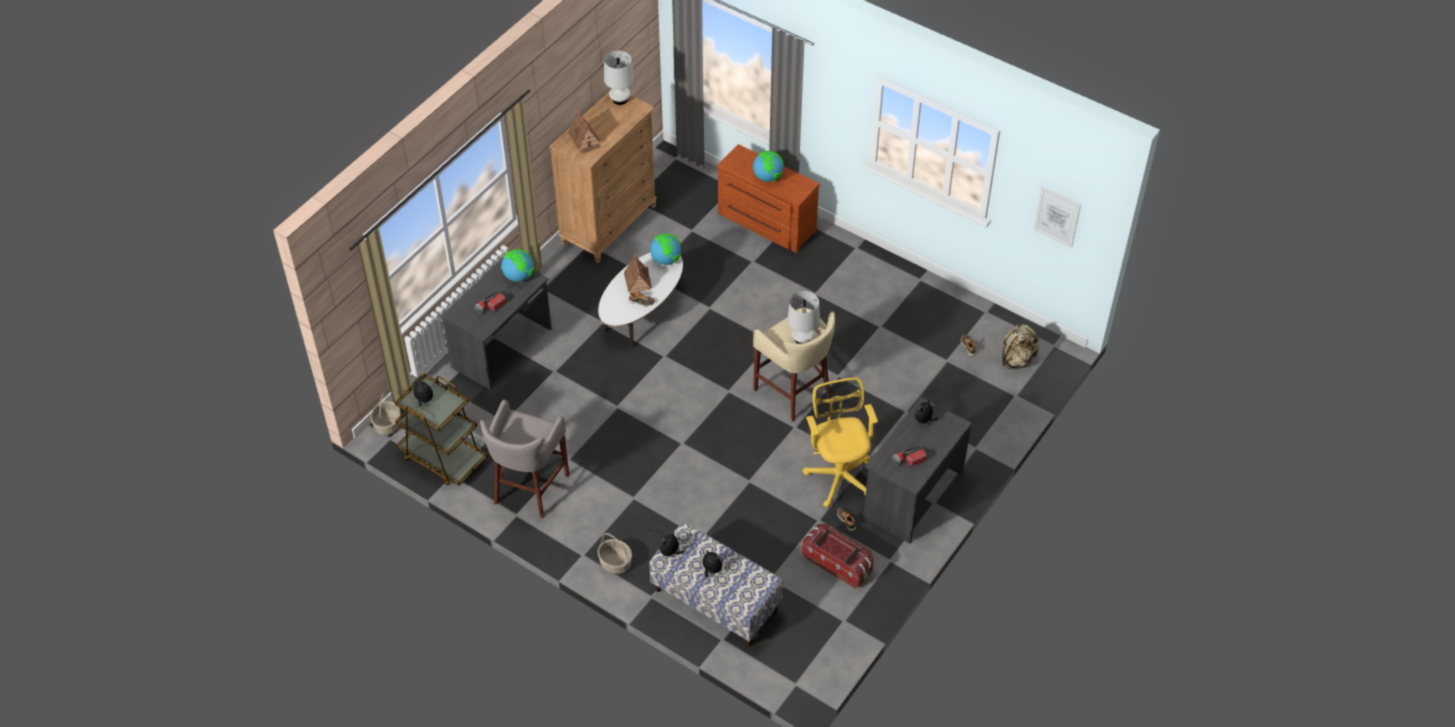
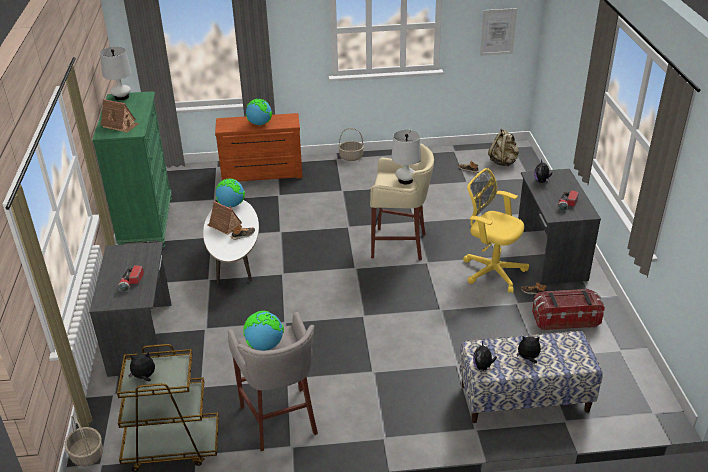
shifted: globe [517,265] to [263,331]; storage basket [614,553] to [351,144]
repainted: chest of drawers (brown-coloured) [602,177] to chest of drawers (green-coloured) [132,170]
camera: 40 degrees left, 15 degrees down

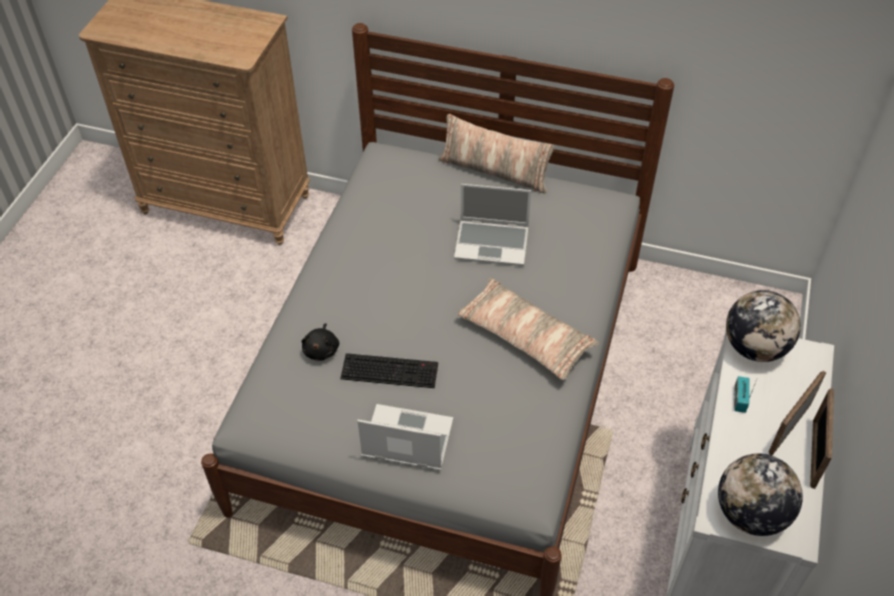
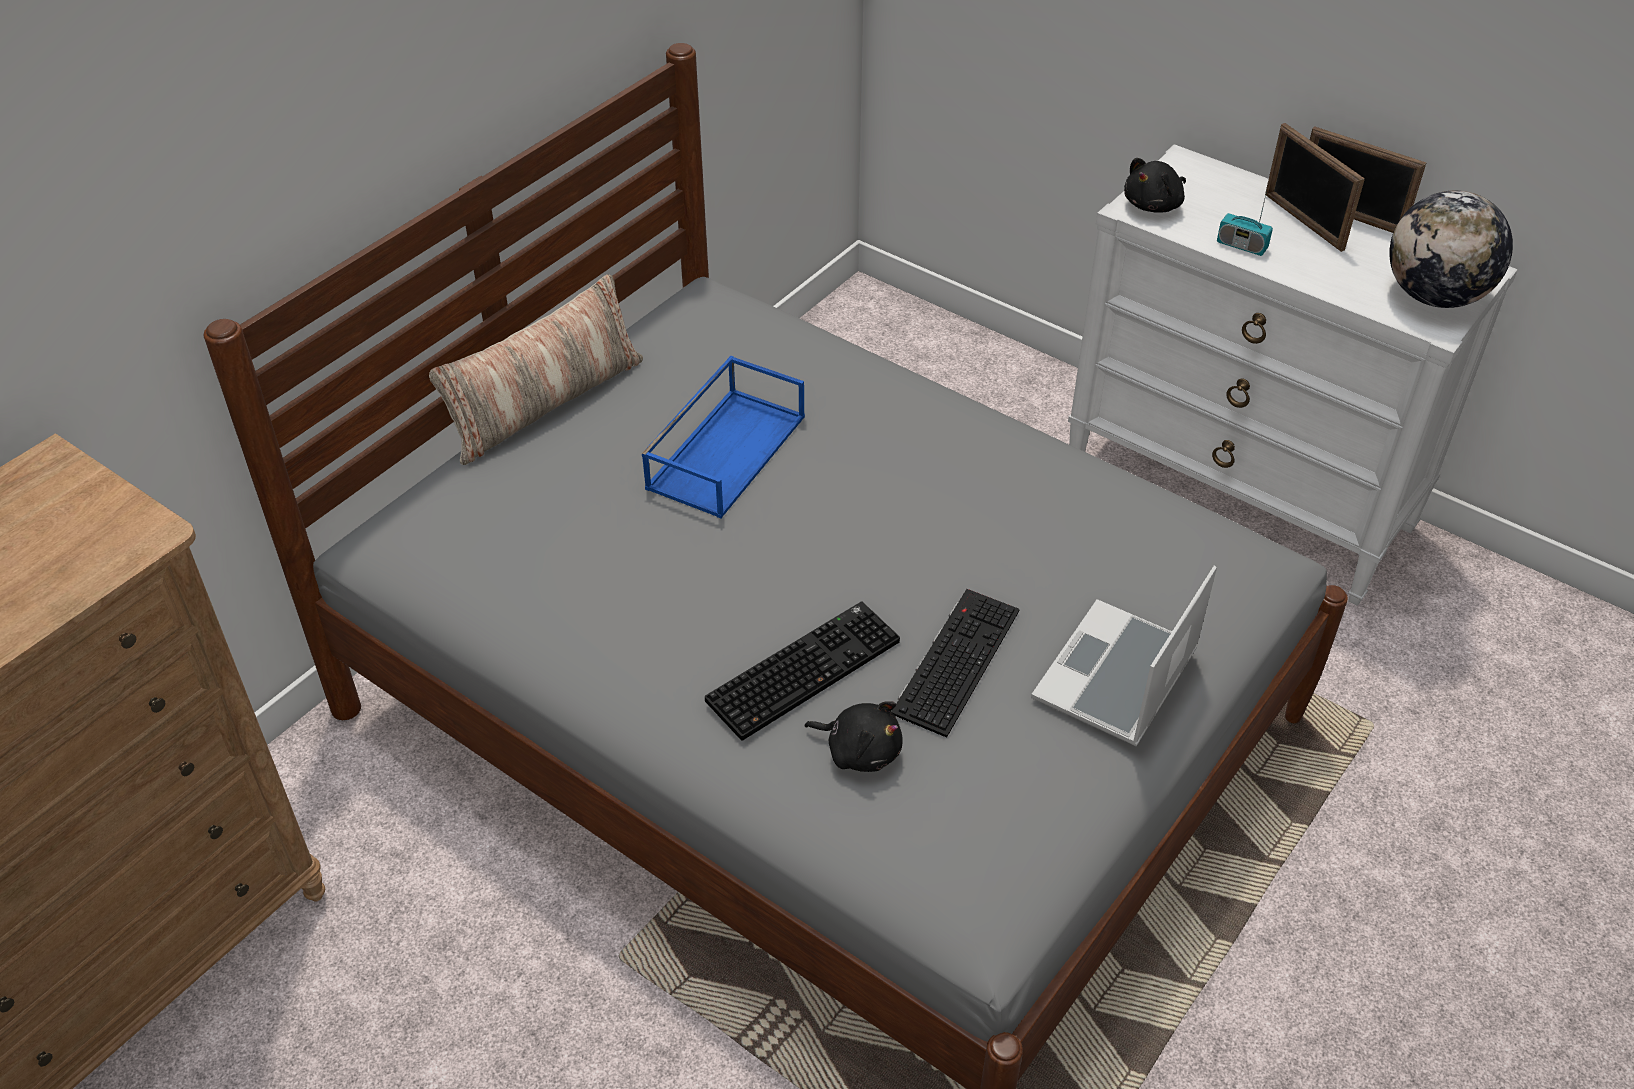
gone: throw pillow [528,329]
new: keyboard [802,671]
swapped: laptop [492,225] to tray (blue) [723,437]; globe [763,326] to plush toy (black-coloured) [1155,185]
camera: 70 degrees left, 5 degrees down

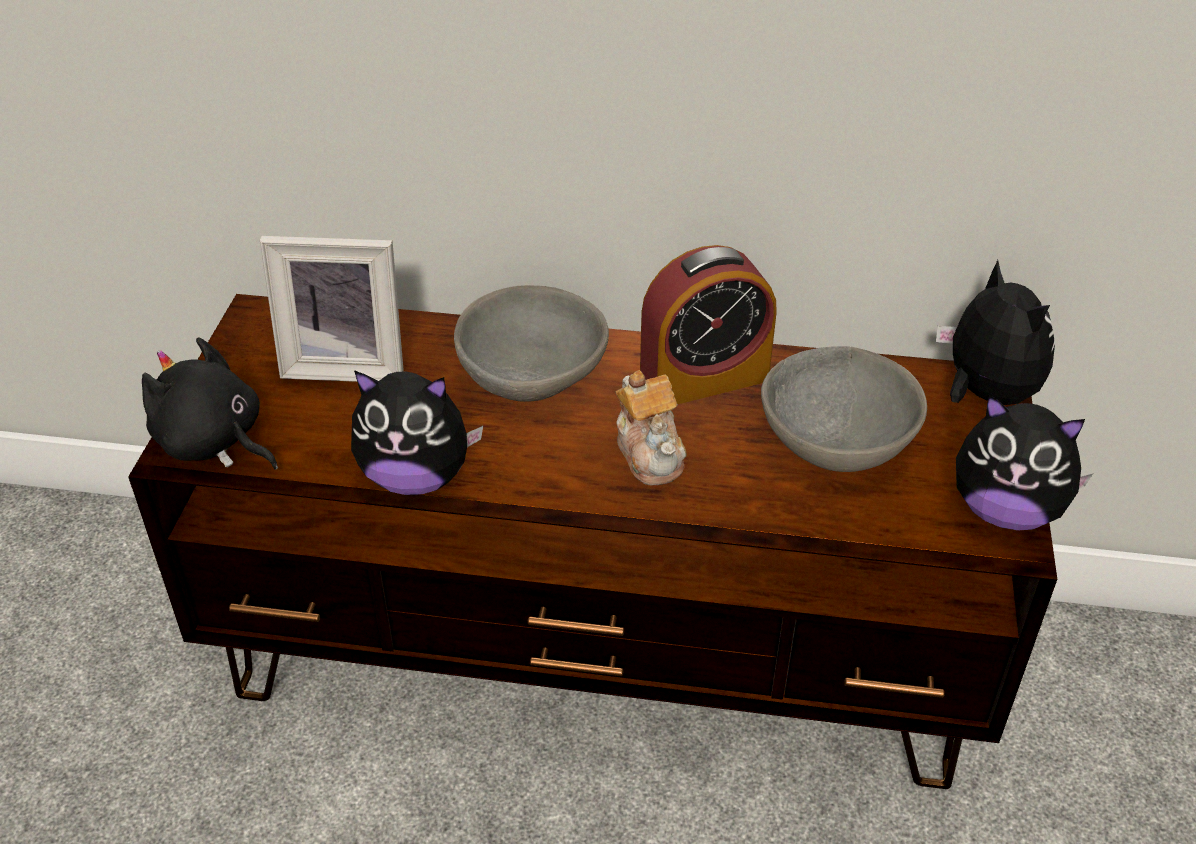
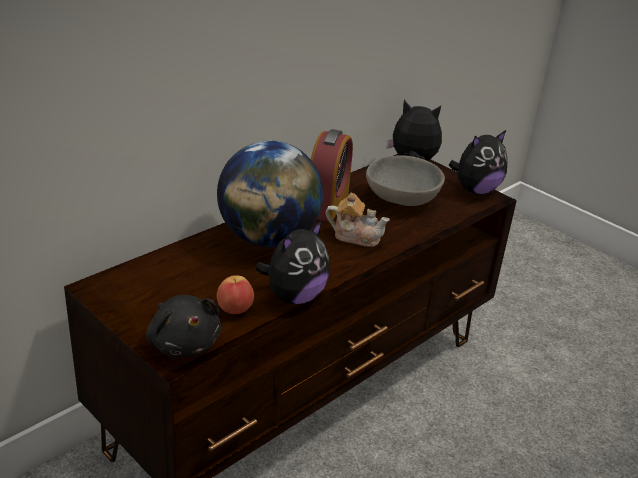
gone: picture frame [332,309]
new: apple fruit [235,294]
swapped: deep dish (gray) [531,343] to globe [270,193]
rotated: plush toy (black-coloured) [210,403] = [183,326] 105 degrees counterclockwise
camera: 55 degrees left, 10 degrees down

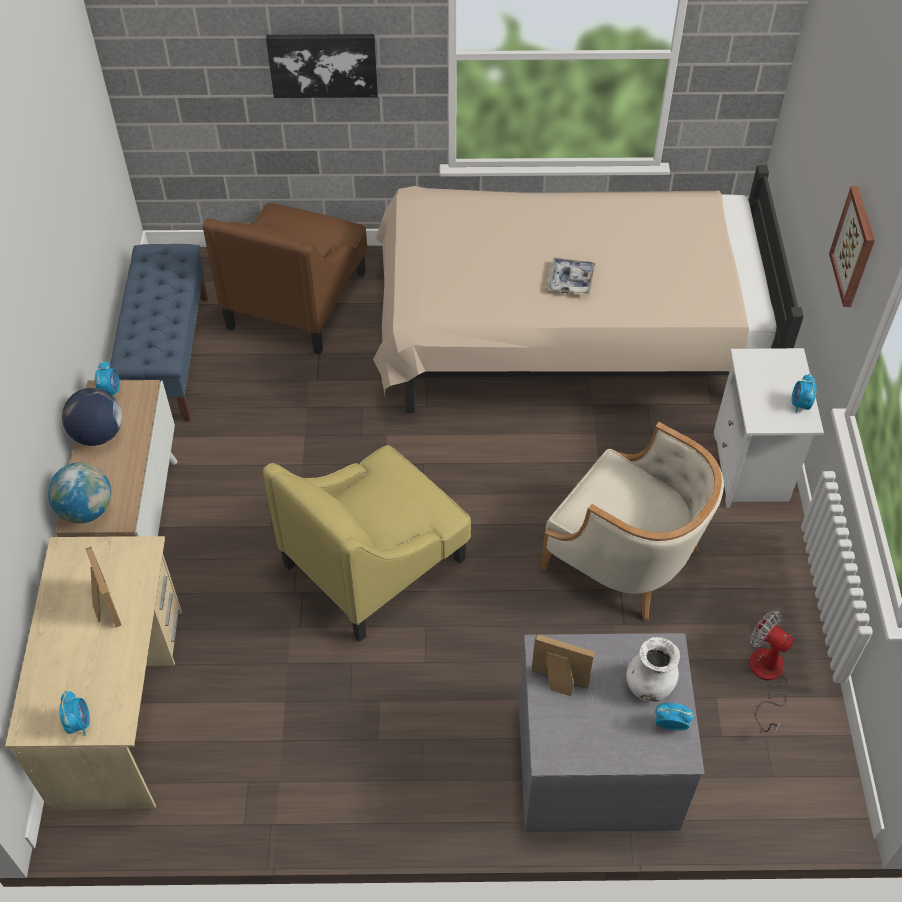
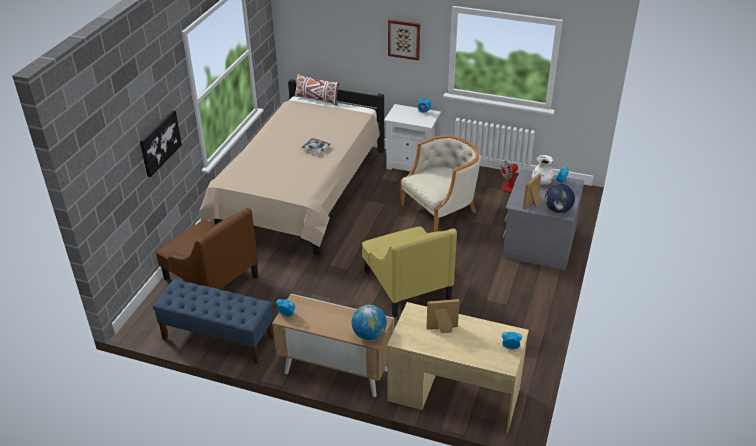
new: throw pillow (whitish) [317,90]
shifted: globe [92,417] to [560,198]
camera: 70 degrees left, 15 degrees down

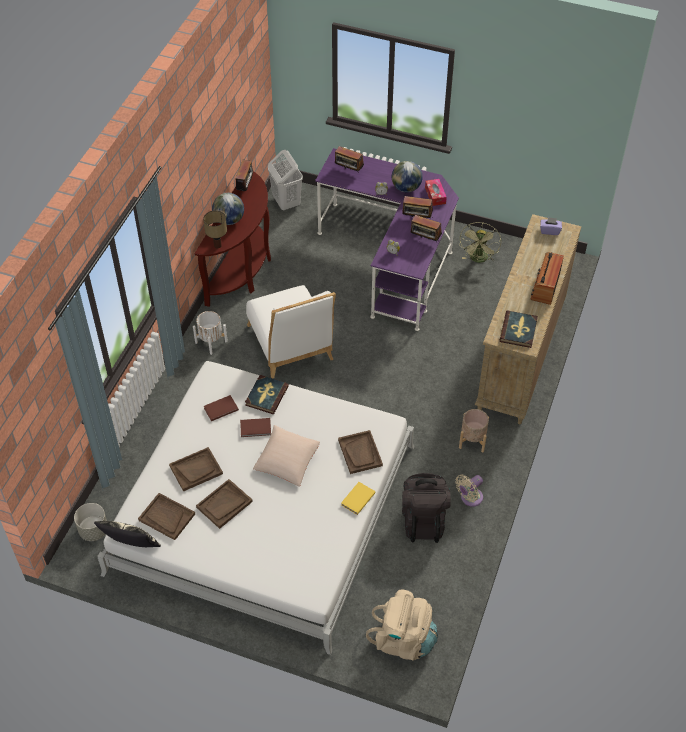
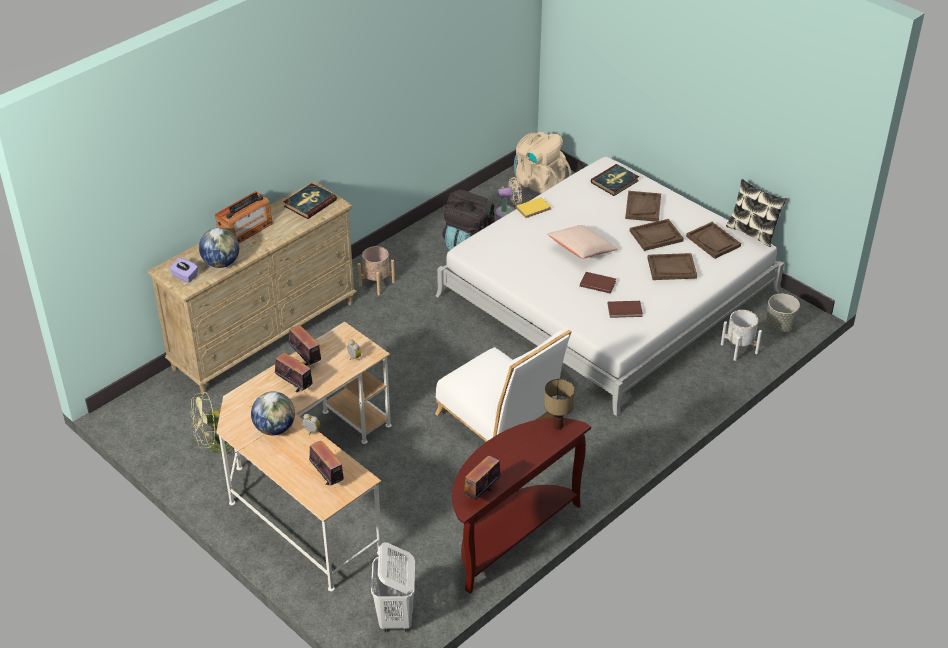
gone: tissue holder [436,192]
shifted: plant pot (whitish) [210,333] to [741,335]; globe [228,209] to [219,248]; book [267,394] to [615,180]; tray (brown-coloured) [360,452] to [643,206]; cooling fan (beige-coloured) [469,491] to [508,197]
repainted: desk table (purplish) [387,239] to desk table (beige-coloured) [304,456]
rotated: upright chair (whitish) [291,332] = [503,386] 135 degrees clockwise; cooling fan (green-coloured) [480,242] = [212,426] 150 degrees counterclockwise
camera: 155 degrees left, 10 degrees down

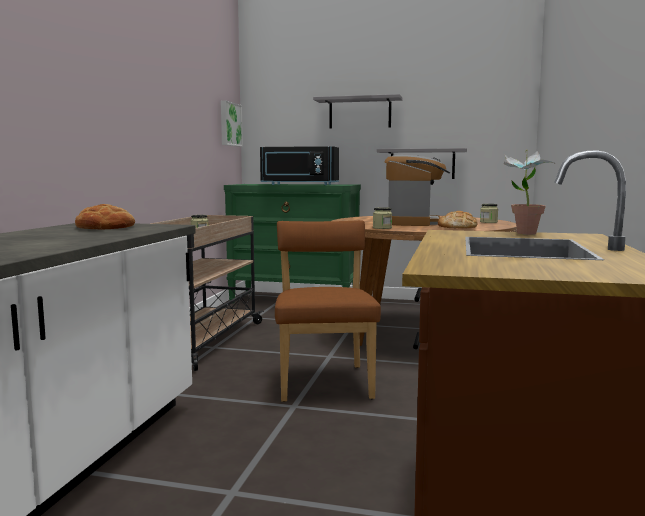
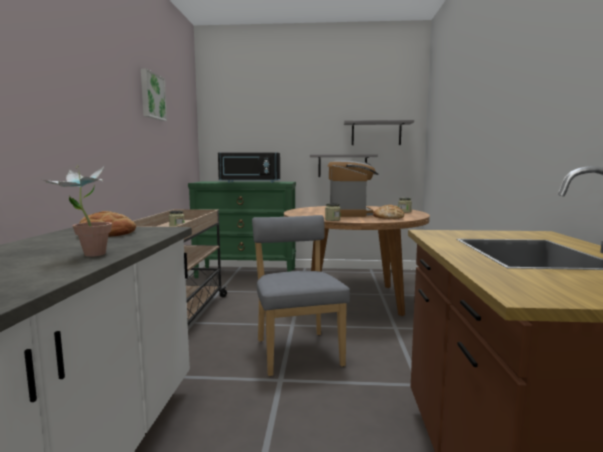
shifted: wall art [232,123] to [154,94]; shelf (gray) [357,111] to [379,132]; houseplant [529,192] to [78,211]
repainted: upright chair (brown-coloured) [328,311] to upright chair (gray) [301,295]
camera: 10 degrees left, 0 degrees up

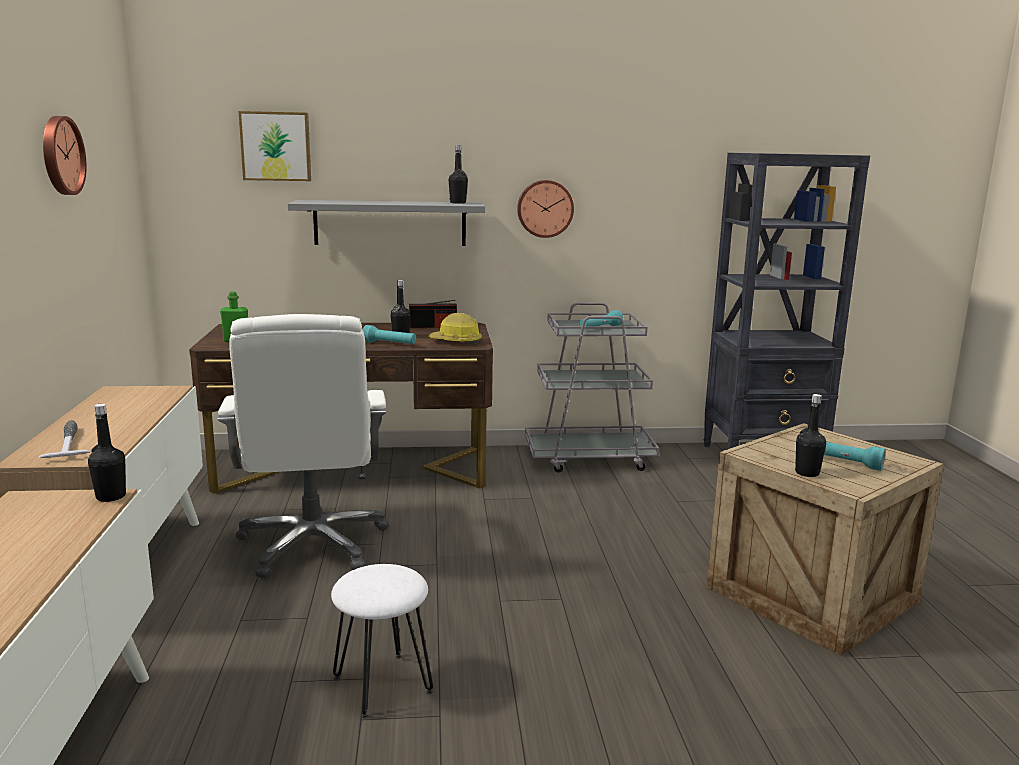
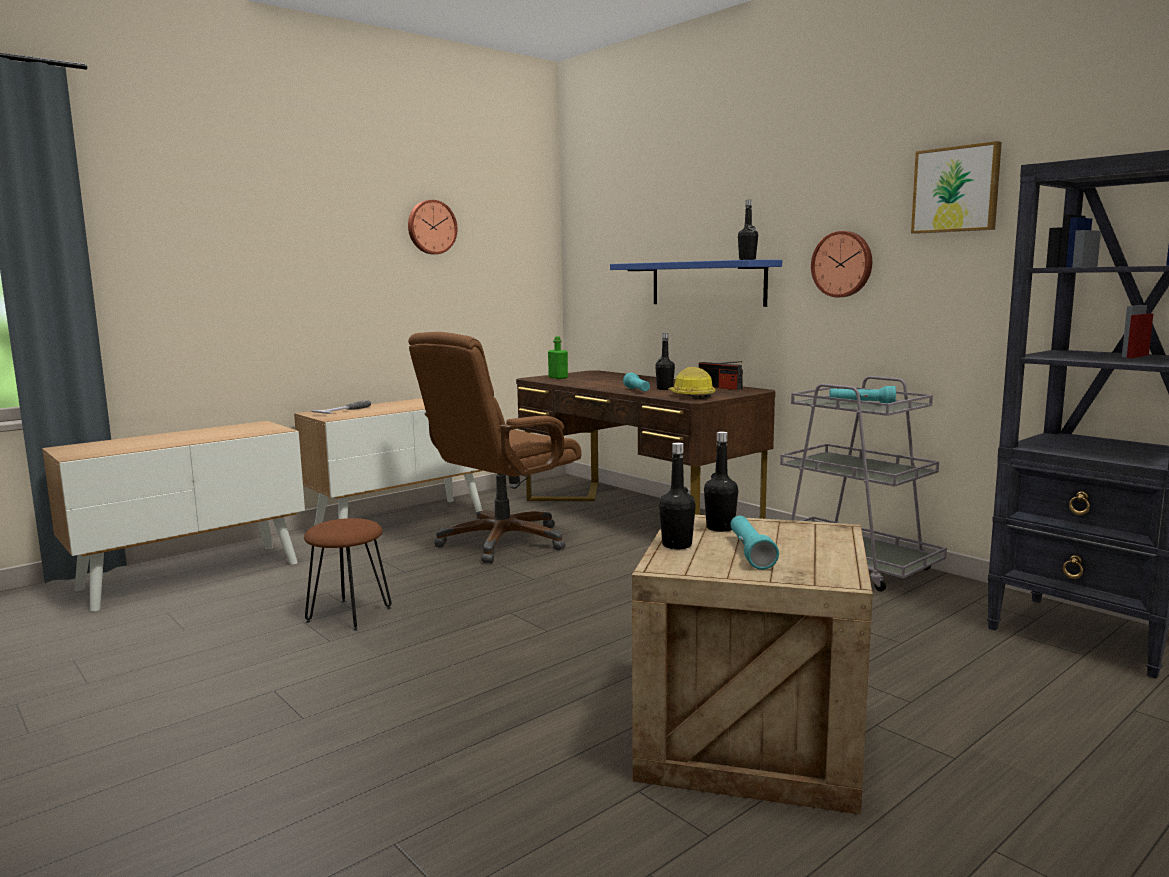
shifted: bottle (black-coloured) [107,453] to [721,481]; wall art [275,146] to [956,187]
repainted: desk chair (whitish) [303,446] to desk chair (brown-coloured) [495,447]; shelf (gray) [386,223] to shelf (blue) [696,283]; sitting stool (whitish) [382,641] to sitting stool (brown-coloured) [348,574]
camera: 55 degrees right, 5 degrees down

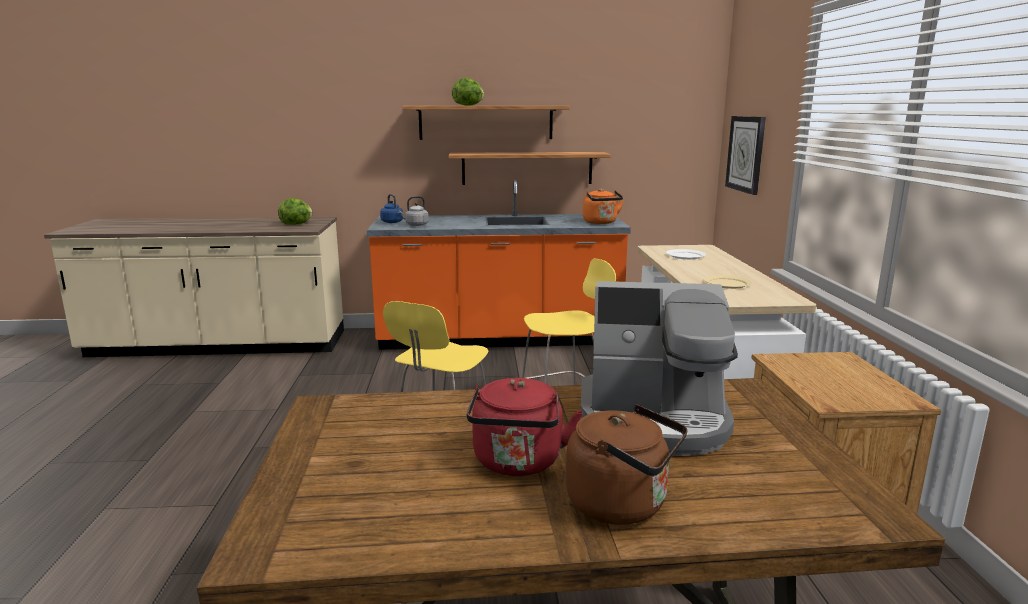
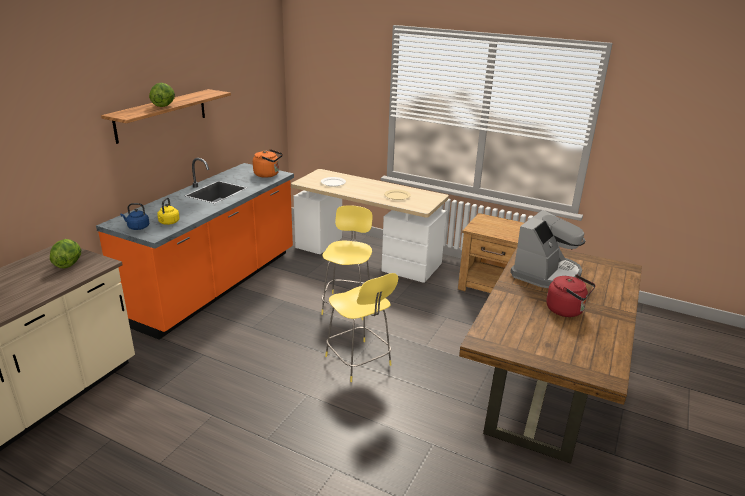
gone: shelf [530,168]; kettle (brown-coloured) [626,465]; clock on the wall [745,155]
repainted: kettle (gray) [413,211] to kettle (yellow-coloured) [168,211]
camera: 60 degrees left, 10 degrees up

